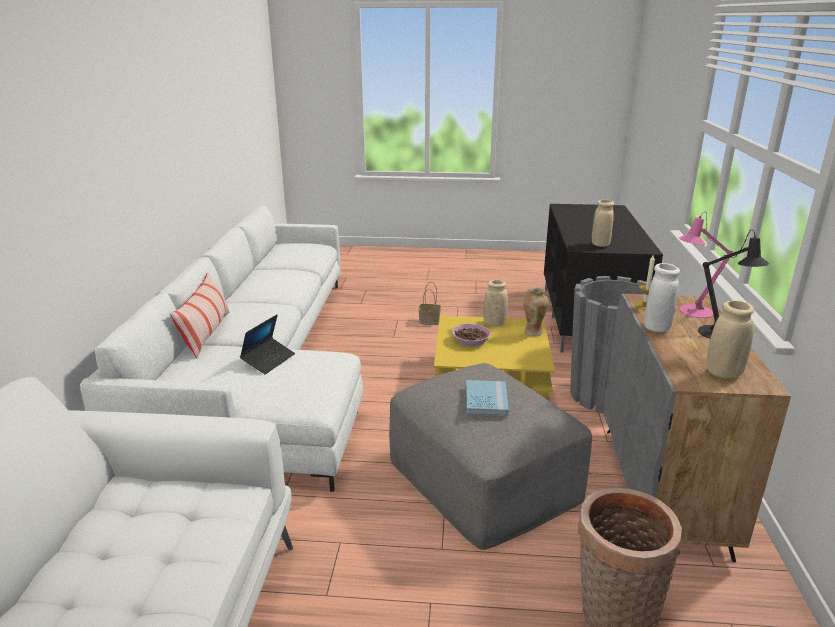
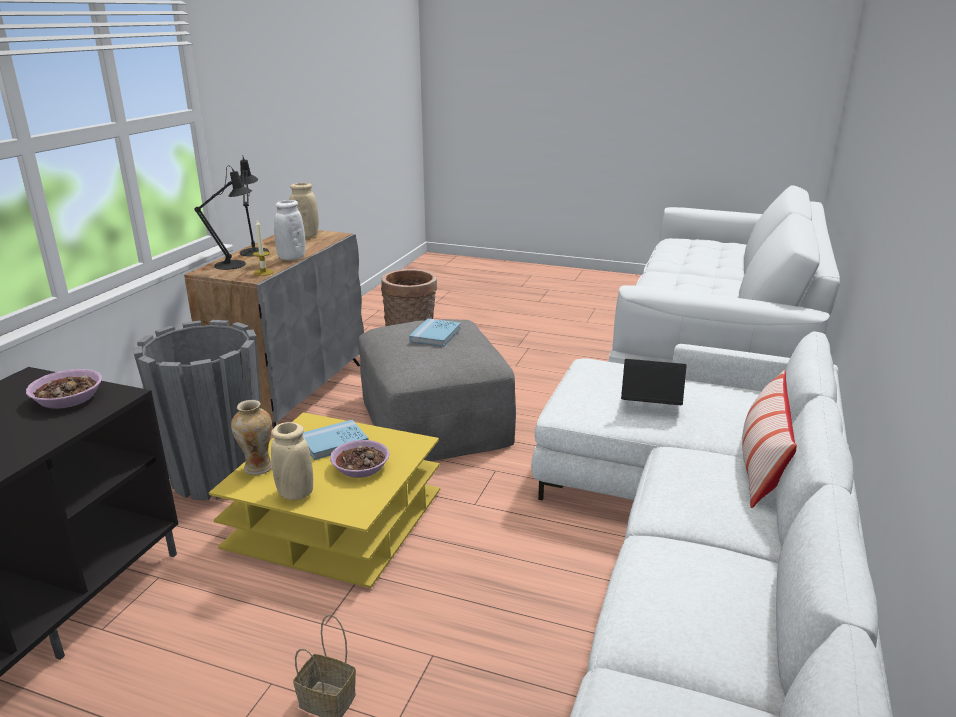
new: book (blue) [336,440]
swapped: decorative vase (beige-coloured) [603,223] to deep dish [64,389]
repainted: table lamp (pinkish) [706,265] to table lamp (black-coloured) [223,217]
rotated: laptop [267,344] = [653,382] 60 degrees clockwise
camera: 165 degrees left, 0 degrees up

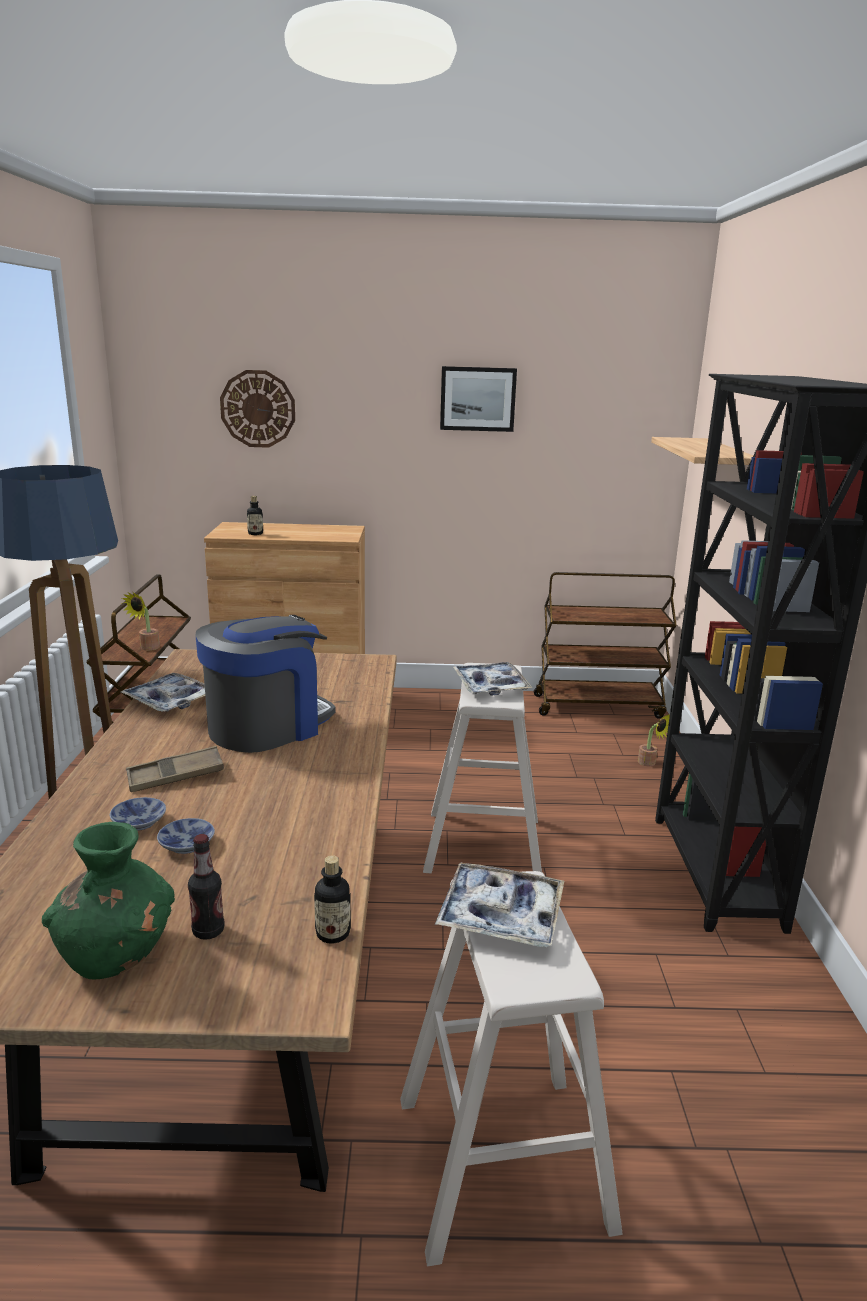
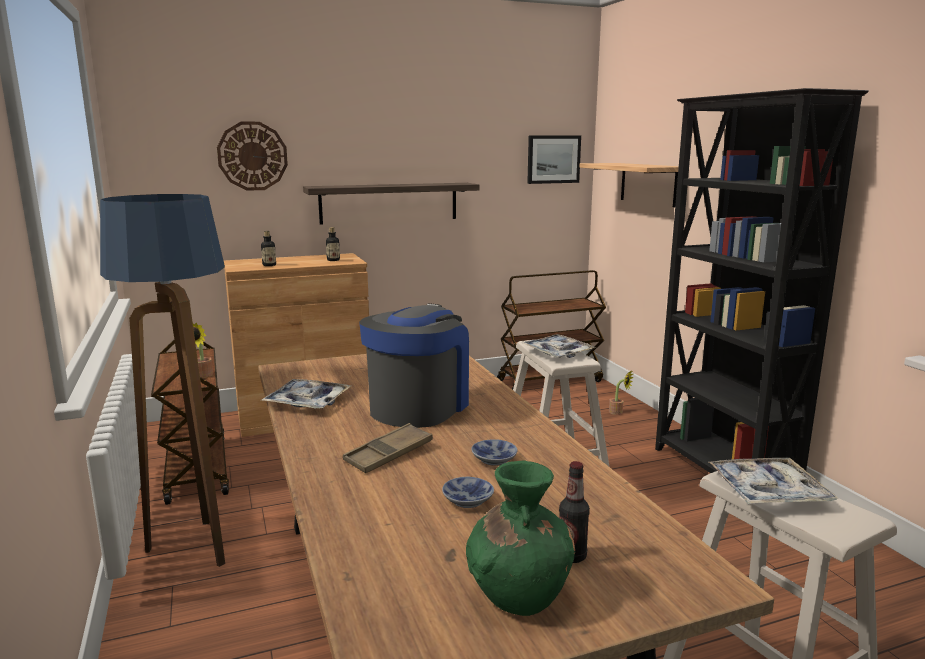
new: shelf [391,203]
shifted: deep dish [138,814] to [494,452]; bottle [332,899] to [333,244]; wall art [478,399] to [554,159]
camera: 20 degrees left, 5 degrees down

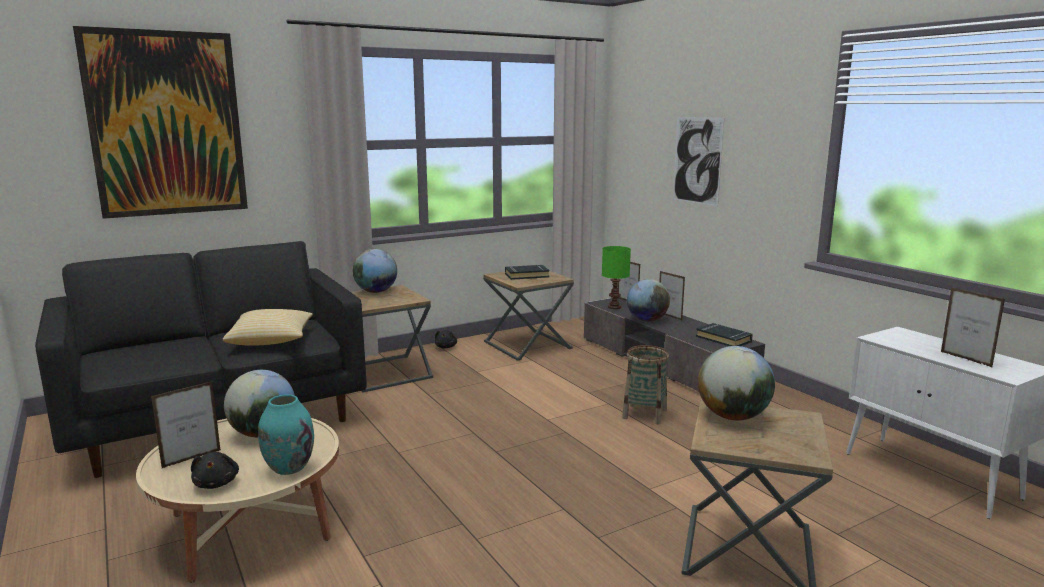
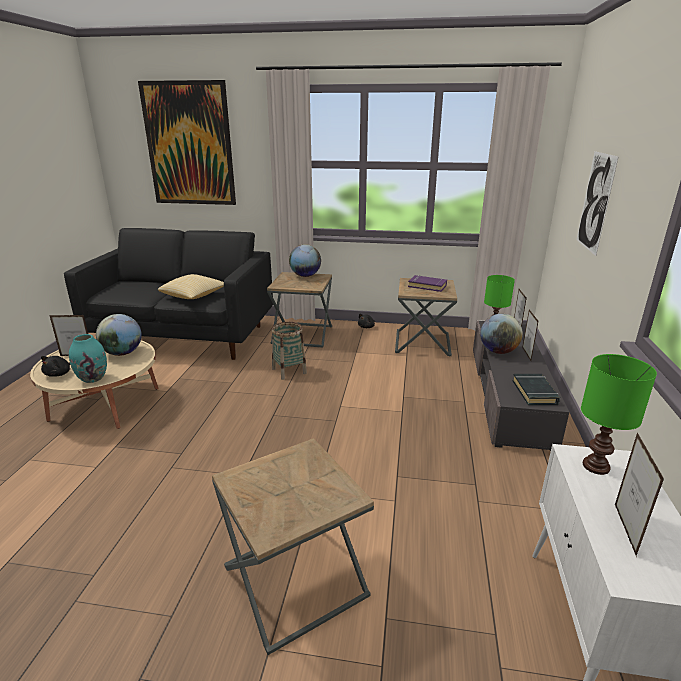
gone: globe [736,383]
new: table lamp (green-coloured) [619,414]
shifted: storage basket [645,385] to [289,351]
repainted: book (black-coloured) [527,272] to book (purplish) [427,283]
camera: 40 degrees right, 10 degrees up

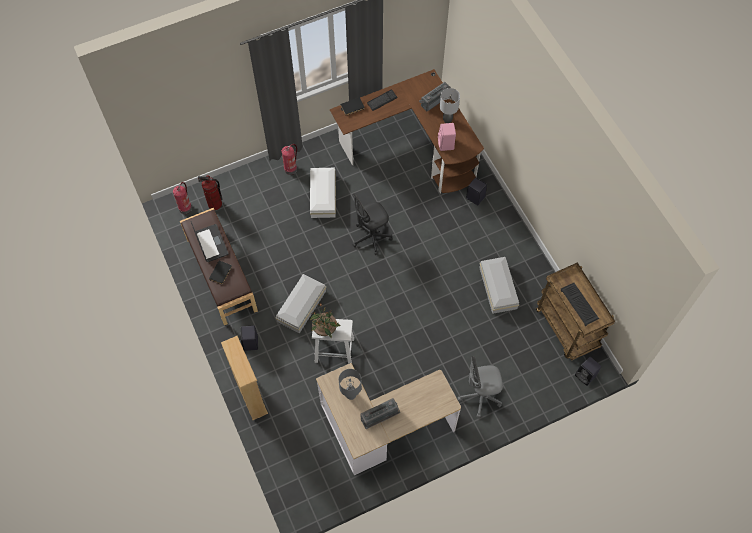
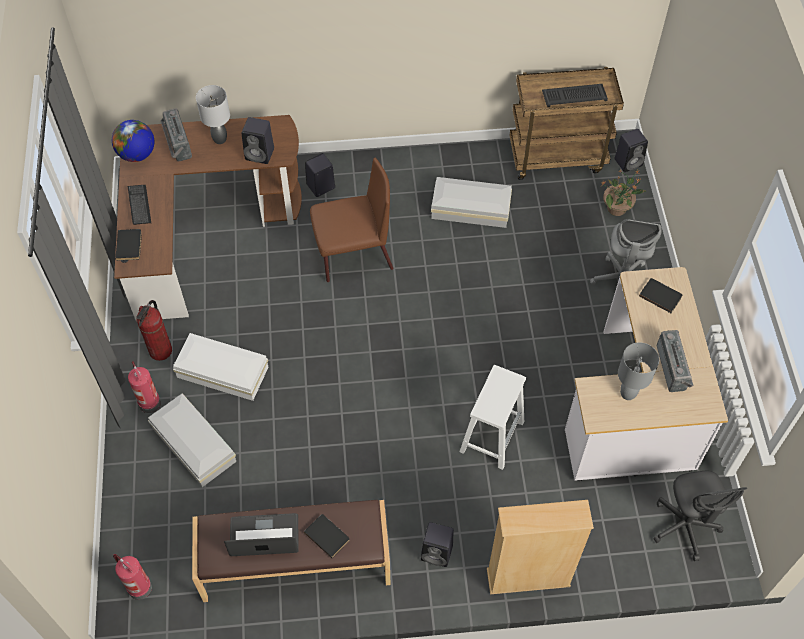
new: globe [133,141]; upright chair (brown-coloured) [352,220]; book (black-coloured) [660,295]
shifted: fire-fighting cylinder [210,192] to [154,330]; storage bin (whitish) [301,303] to [192,440]; houseplant [325,320] to [623,193]; desk chair (gray) [373,224] to [700,516]
repainted: audio speaker (pinkish) [447,137] to audio speaker (black-coloured) [258,140]
camera: 70 degrees left, 5 degrees down

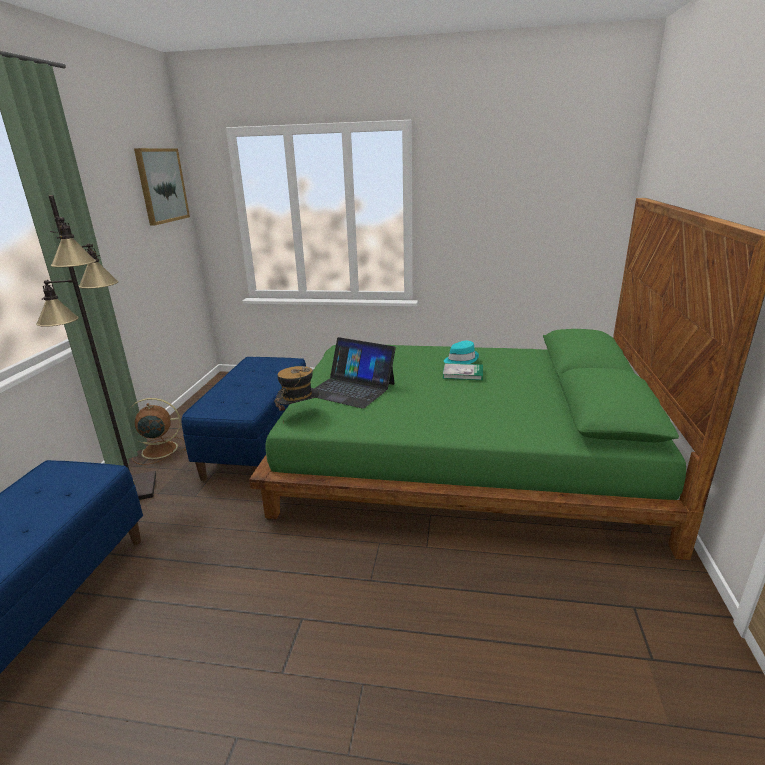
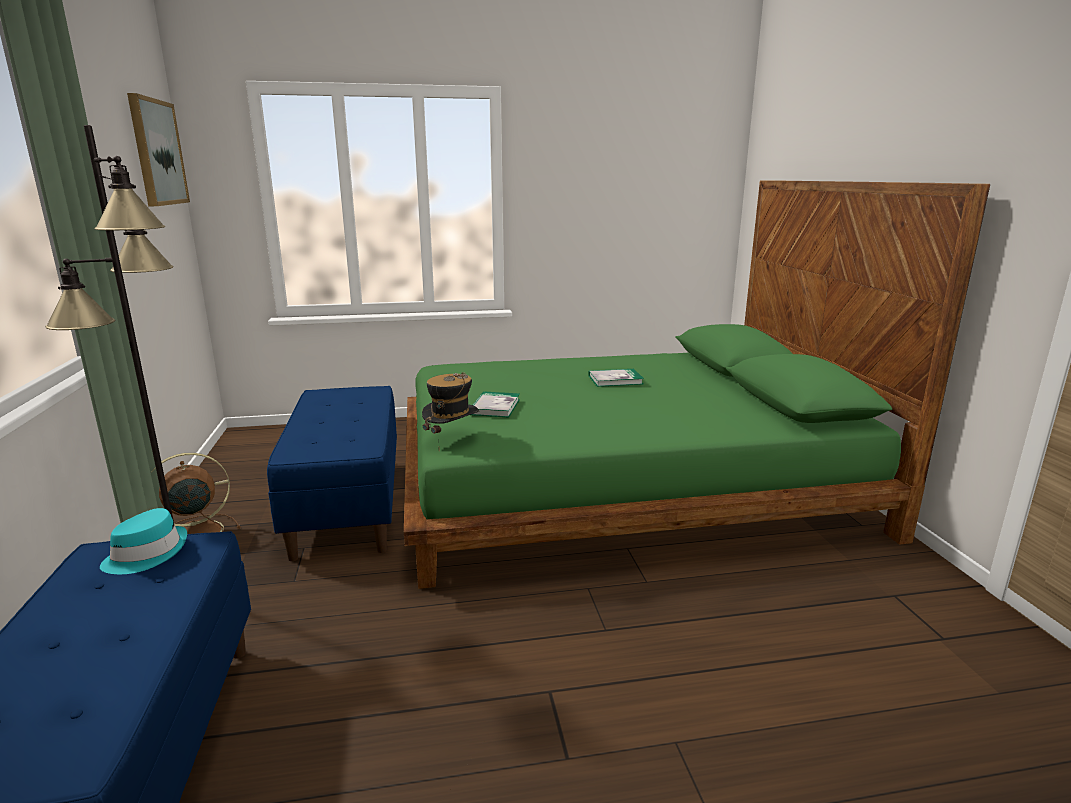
shifted: wearable hat (turquoise) [461,352] to [143,541]
swapped: laptop [355,373] to book [495,404]
camera: 20 degrees left, 5 degrees down

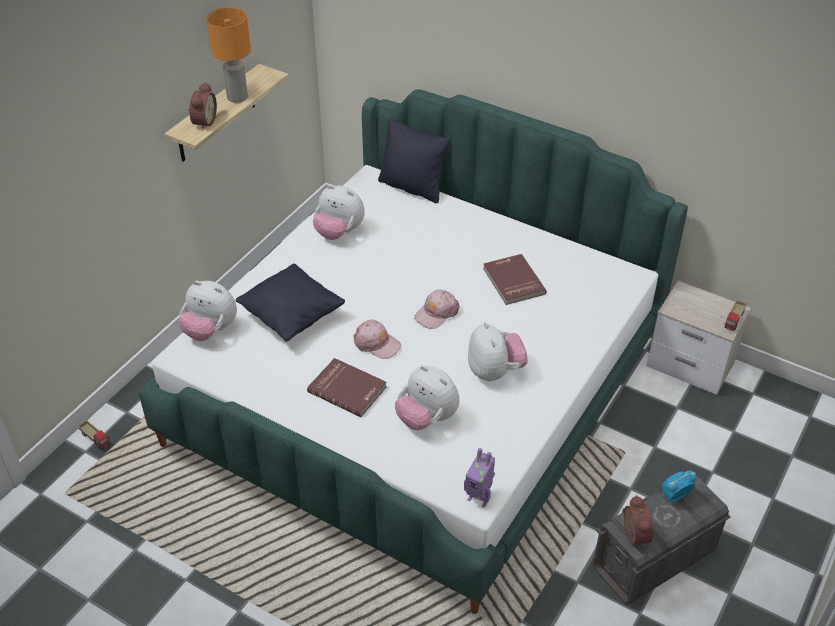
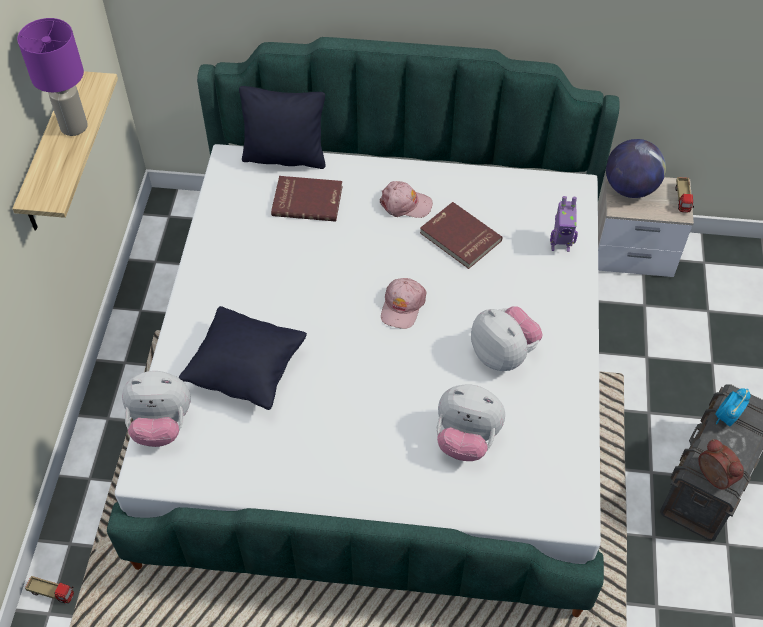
gone: table clock [202,106]; plush toy [339,212]
new: globe [636,168]
shifted: book (red) [347,387] to [307,199]; baseball cap (pinkish) [377,339] to [406,199]; robot figure [479,478] to [564,224]
repainted: table lamp (orange) [228,55] to table lamp (purplish) [52,77]
camera: 25 degrees left, 10 degrees up

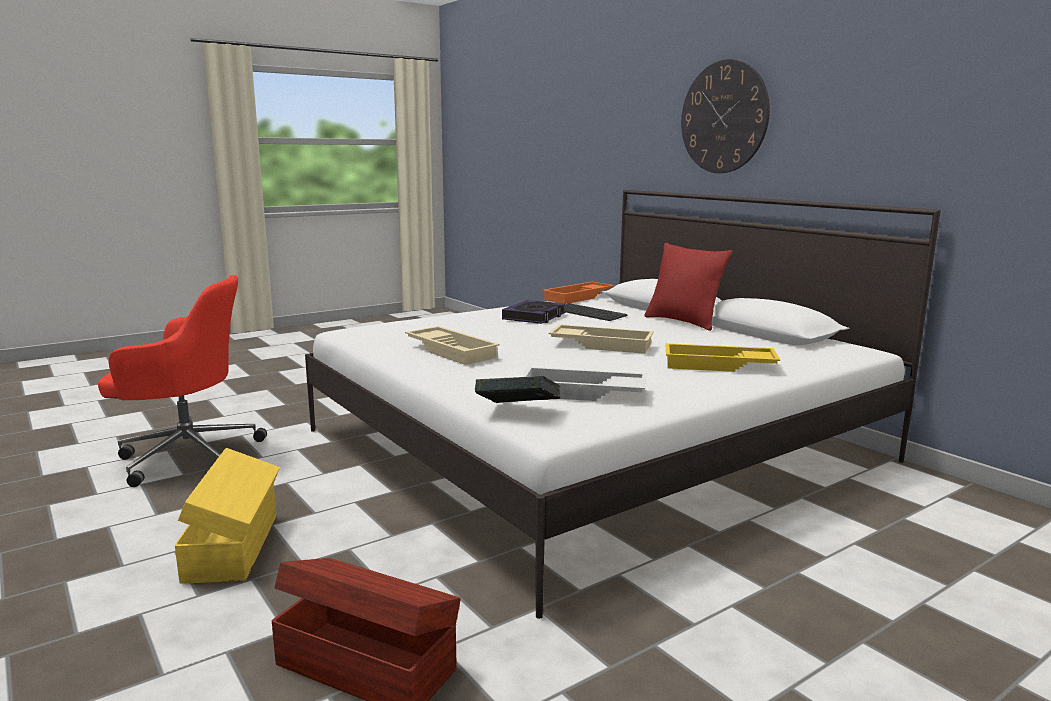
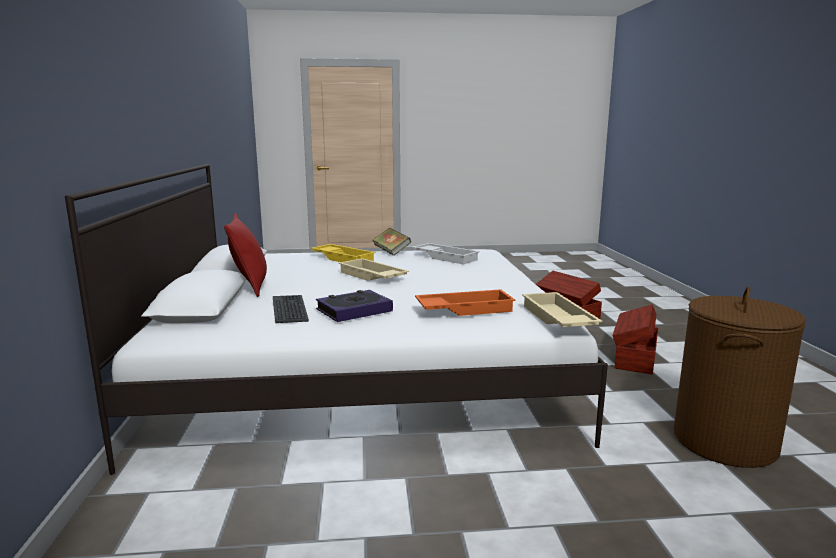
gone: clock on the wall [725,116]
shifted: tray (beige-coloured) [452,345] to [562,309]; book [517,389] to [392,242]; tray (orange) [578,293] to [465,302]
swapped: desk chair (red) [182,381] to hamper (brown-coloured) [739,377]
repainted: storage bin (yellow-coloured) [227,516] to storage bin (brown-coloured) [635,339]
camera: 150 degrees left, 0 degrees up

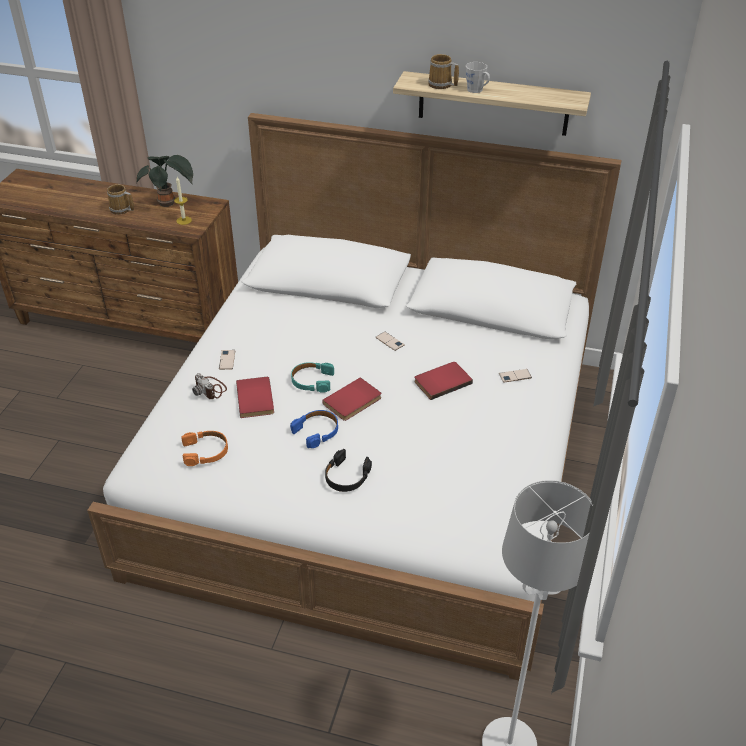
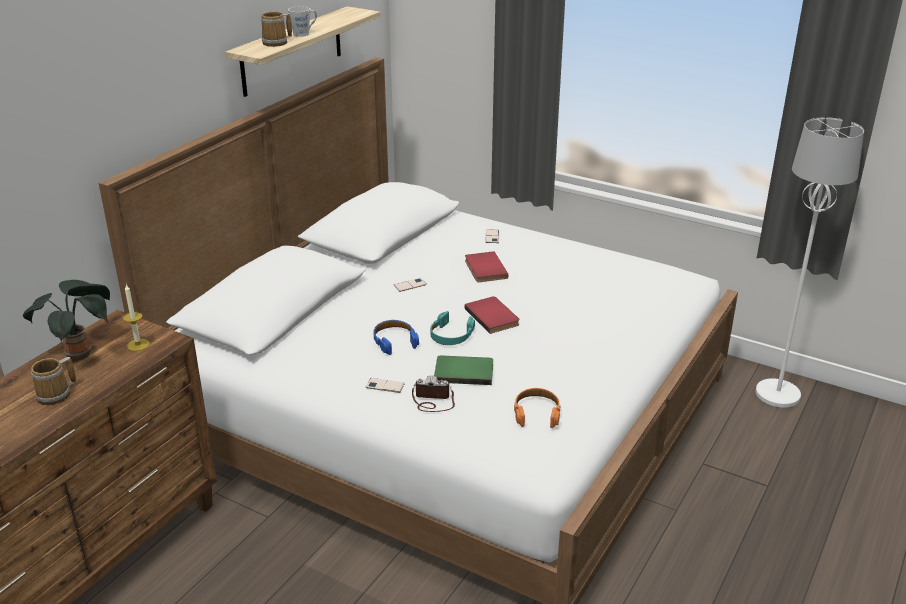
gone: headphones (black-coloured) [348,470]
shifted: headphones (blue) [314,429] to [396,337]
repainted: book (red) [255,397] to book (green-coloured) [463,370]
rotated: photo camera [209,386] = [433,393] 150 degrees counterclockwise
camera: 75 degrees left, 10 degrees down

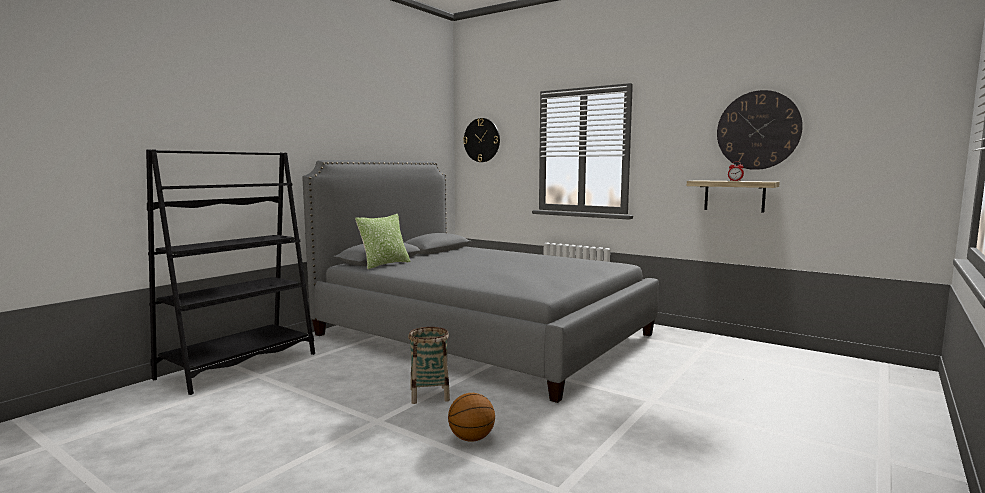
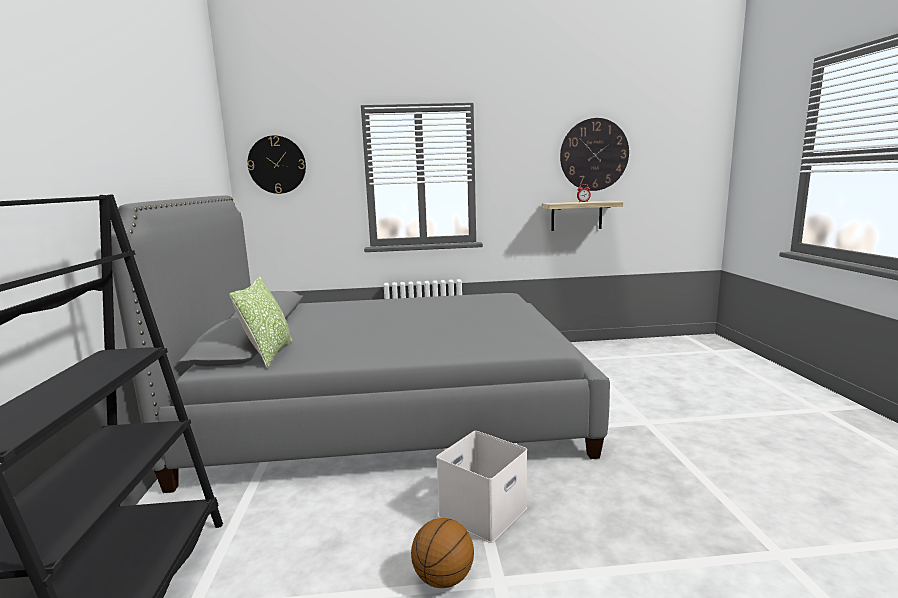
shifted: basketball ball [471,417] to [442,553]
swapped: storage basket [429,365] to storage bin (whitish) [481,487]
camera: 40 degrees left, 5 degrees up

